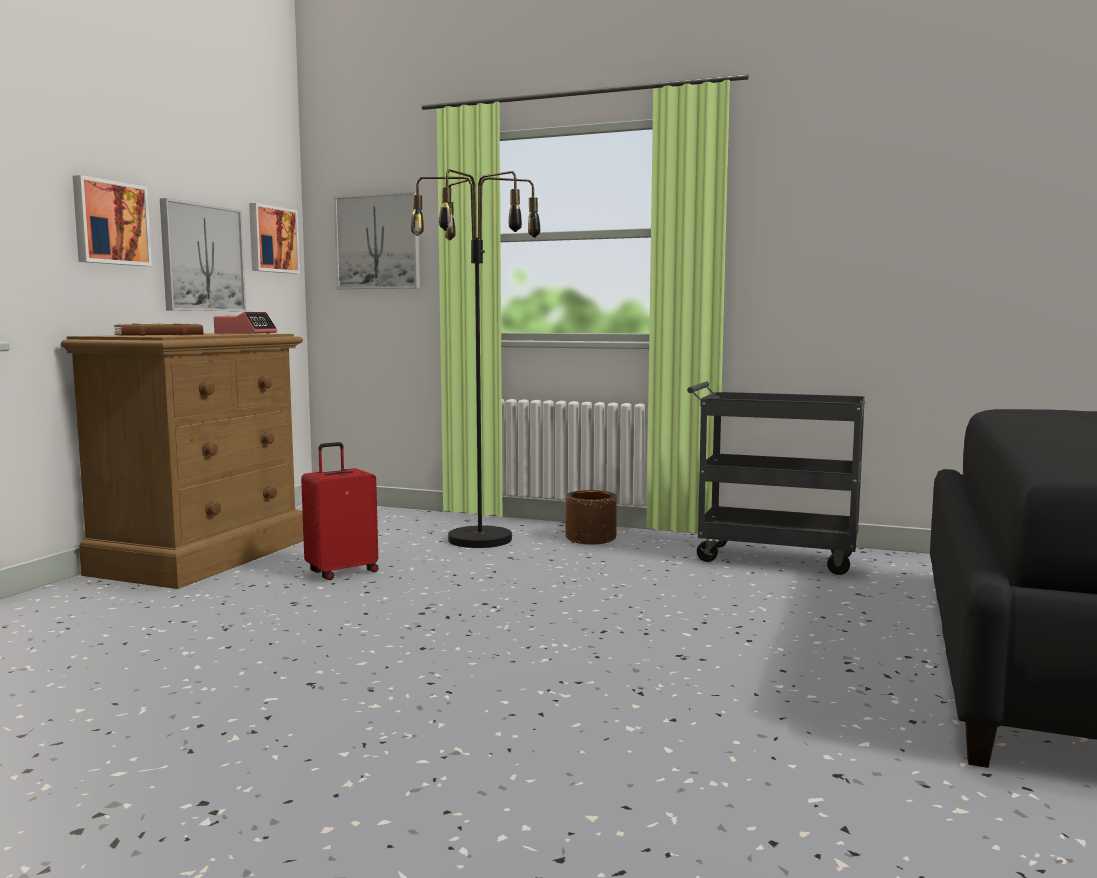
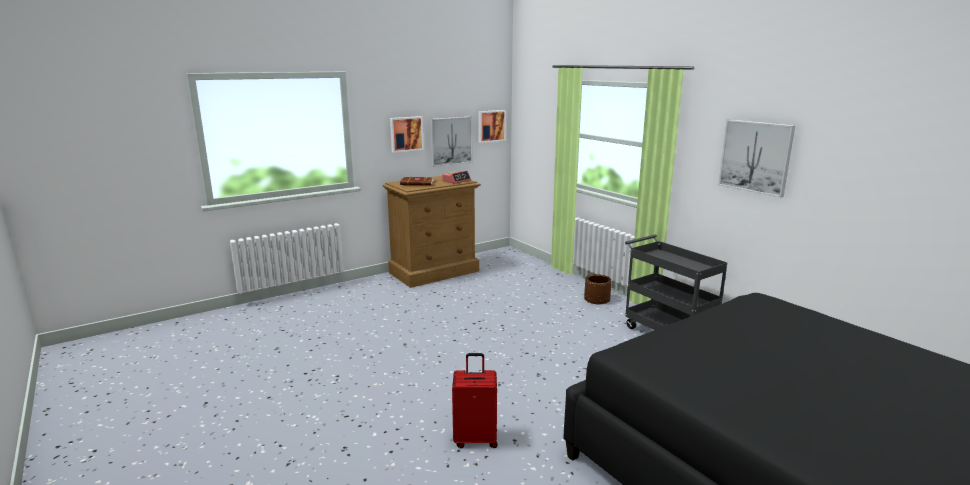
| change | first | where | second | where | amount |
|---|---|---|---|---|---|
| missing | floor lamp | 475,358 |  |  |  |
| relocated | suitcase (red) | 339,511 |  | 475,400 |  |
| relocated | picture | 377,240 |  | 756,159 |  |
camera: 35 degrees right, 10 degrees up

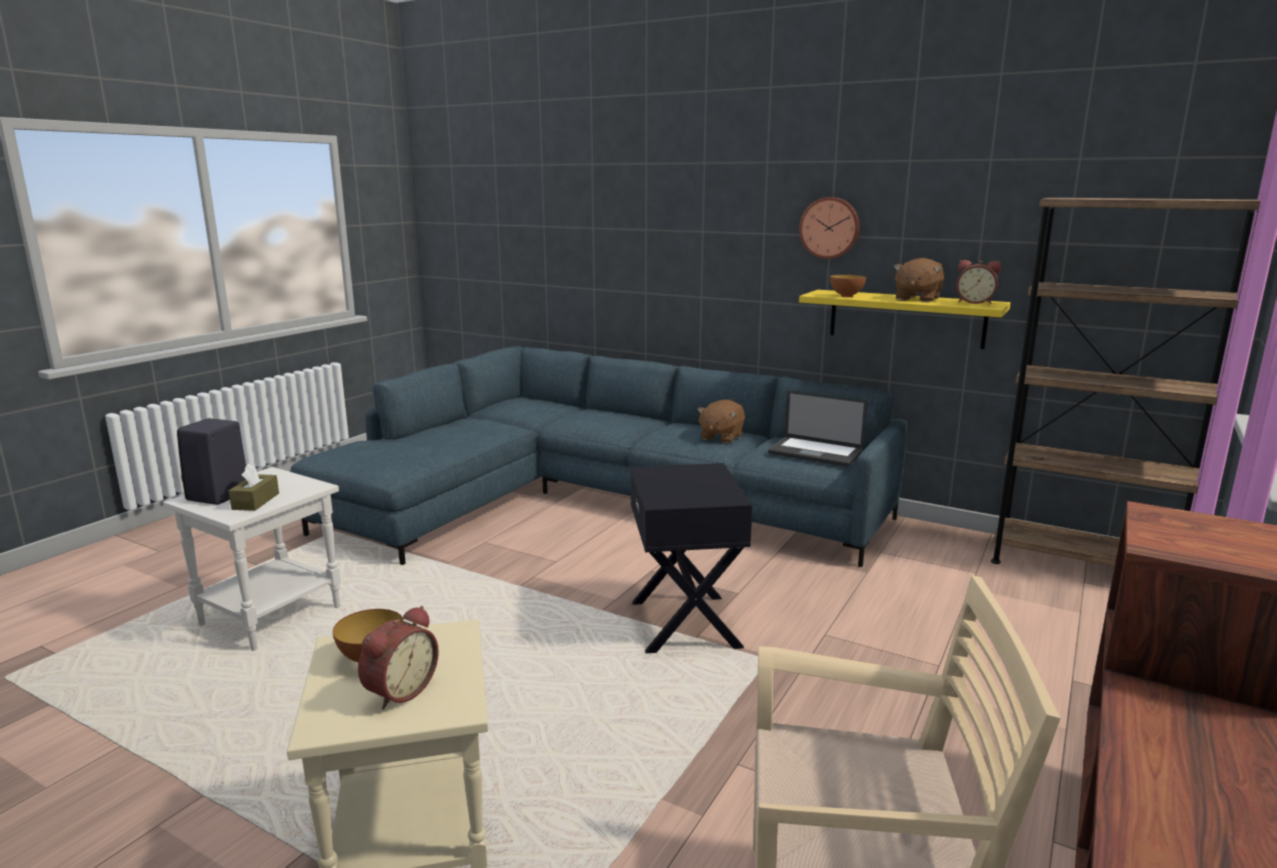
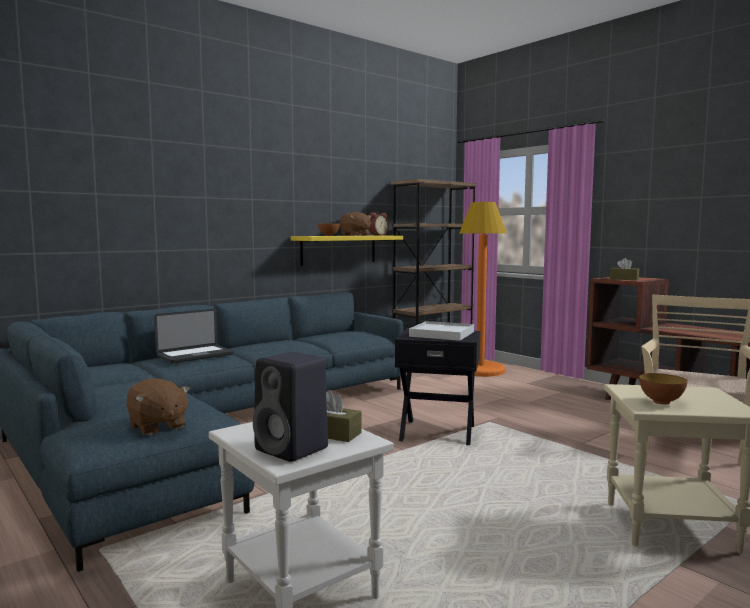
| change | first | where | second | where | amount |
|---|---|---|---|---|---|
| missing | alarm clock | 398,658 |  |  |  |
| missing | wall clock | 829,228 |  |  |  |
| appeared |  |  | tray (white) | 441,331 |  |
| appeared |  |  | floor lamp (orange) | 482,289 |  |
| appeared |  |  | tissue box (brown) | 624,269 |  |
| relocated | plush toy (brown) | 721,421 |  | 158,406 |  |
| relocated | laptop | 817,429 |  | 194,336 |  |
camera: 70 degrees left, 10 degrees down

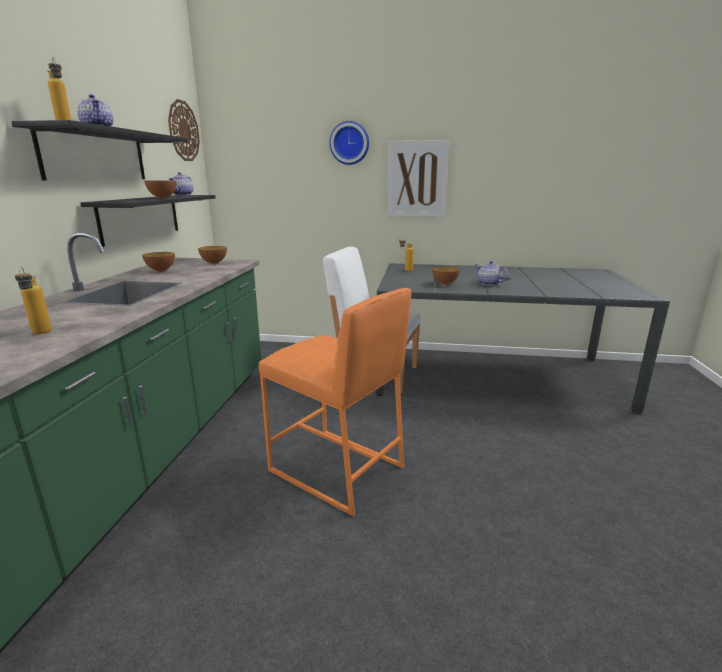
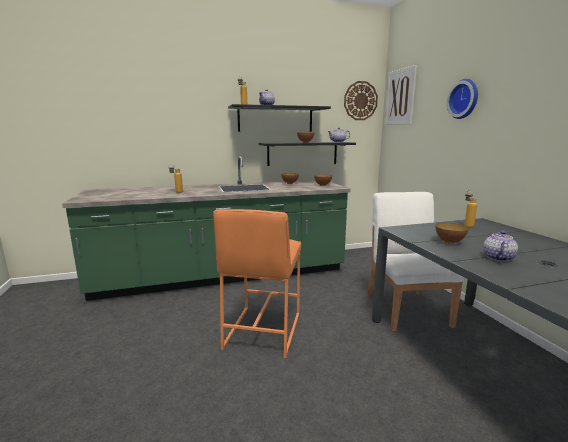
| change | first | where | second | where | amount |
|---|---|---|---|---|---|
| relocated | picture | 418,178 |  | 400,95 |  |
camera: 65 degrees right, 5 degrees down

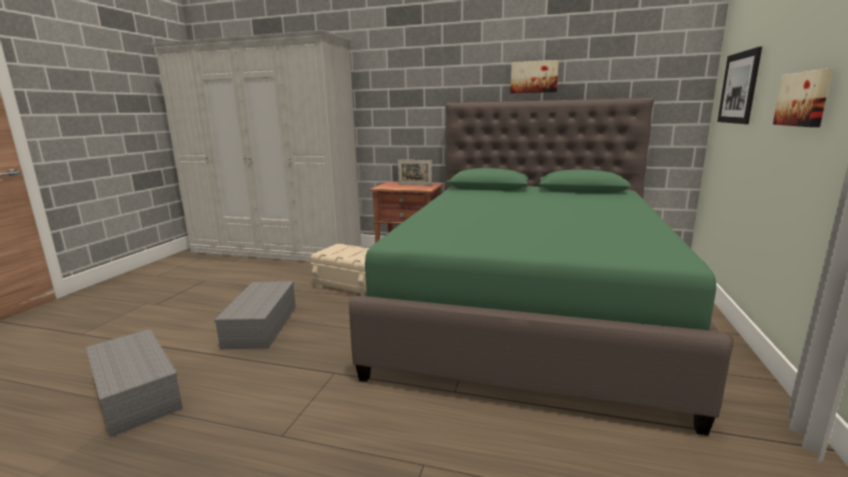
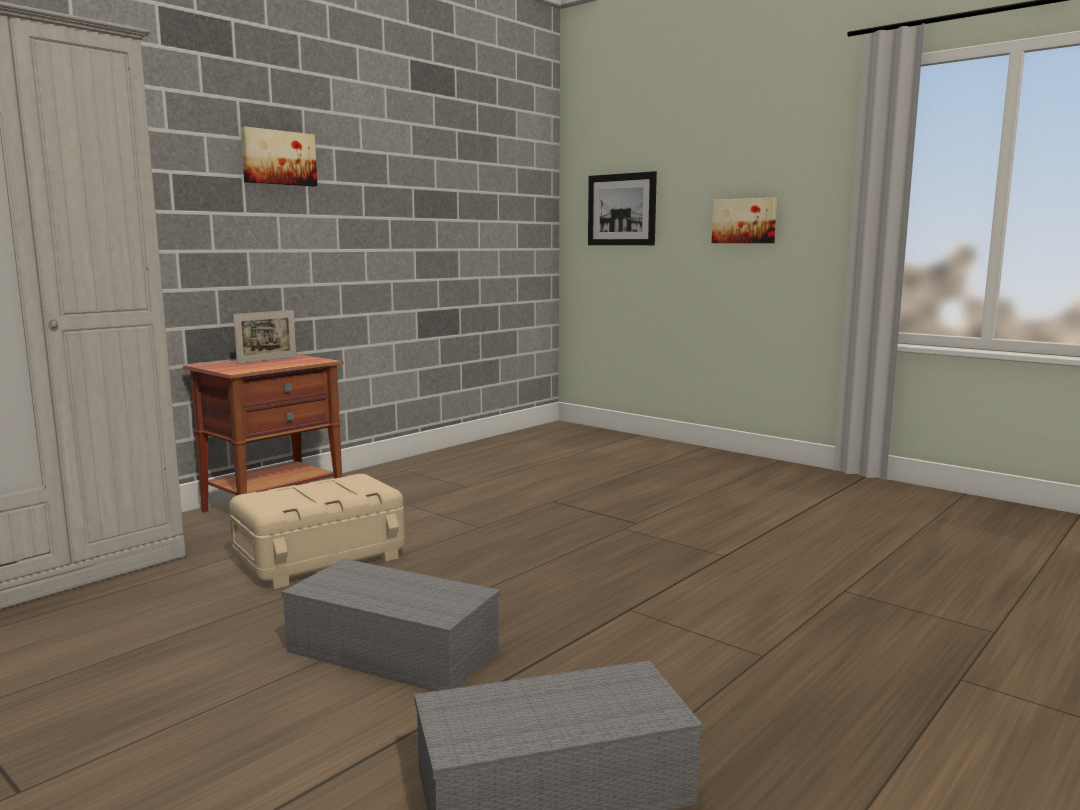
| change | first | where | second | where | amount |
|---|---|---|---|---|---|
| missing | bed (green) | 541,266 |  |  |  |
| relocated | picture | 534,77 |  | 279,156 |  |
camera: 65 degrees left, 5 degrees down

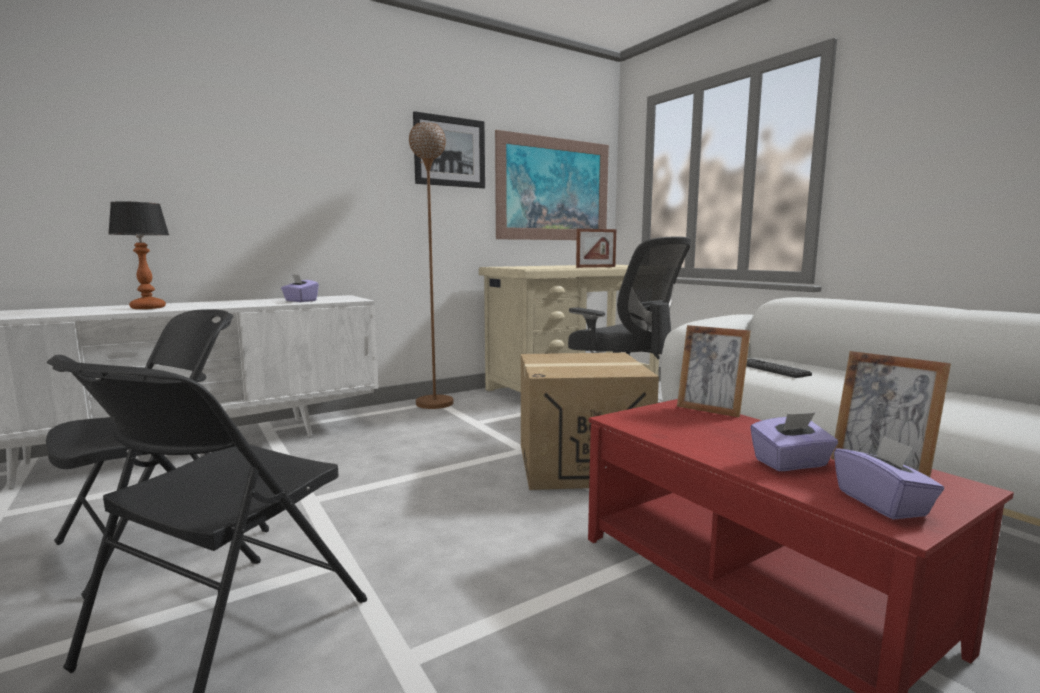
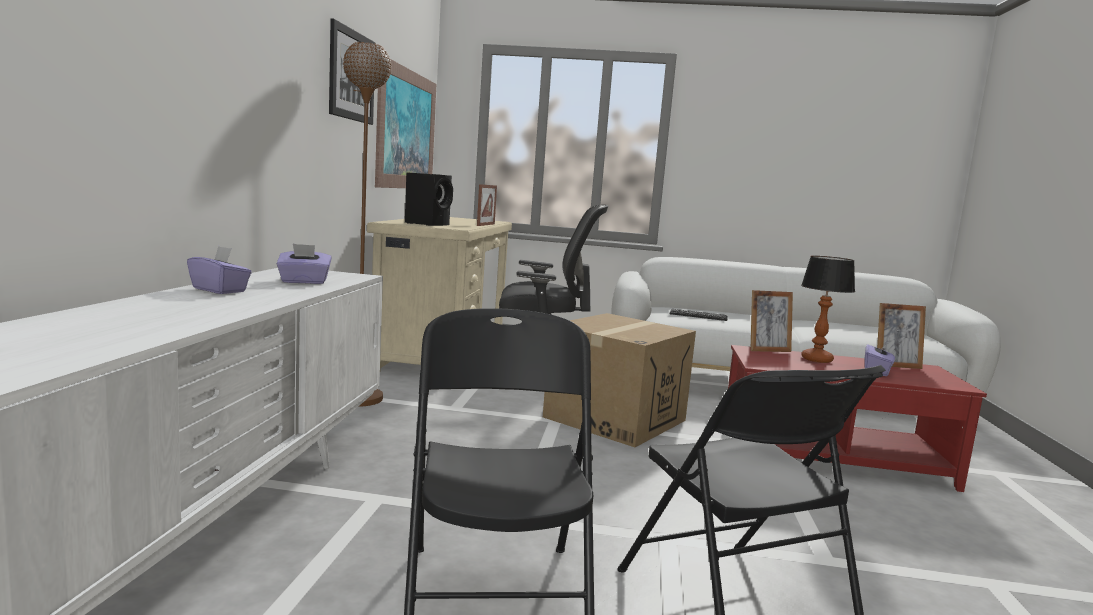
| change | first | where | second | where | amount |
|---|---|---|---|---|---|
| appeared |  |  | speaker (black) | 429,199 |  |
| relocated | table lamp | 139,255 |  | 828,309 |  |
| relocated | tissue box (purple) | 889,478 |  | 219,270 |  |
camera: 50 degrees left, 0 degrees up

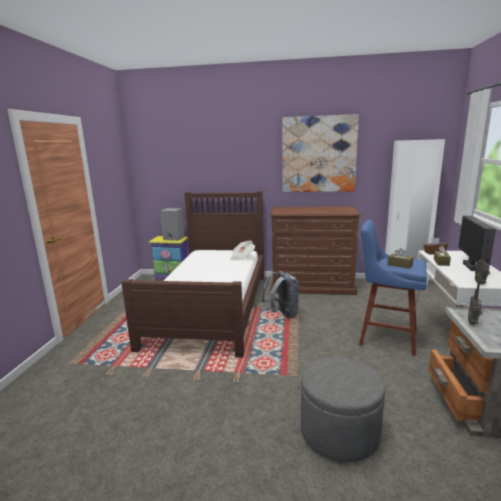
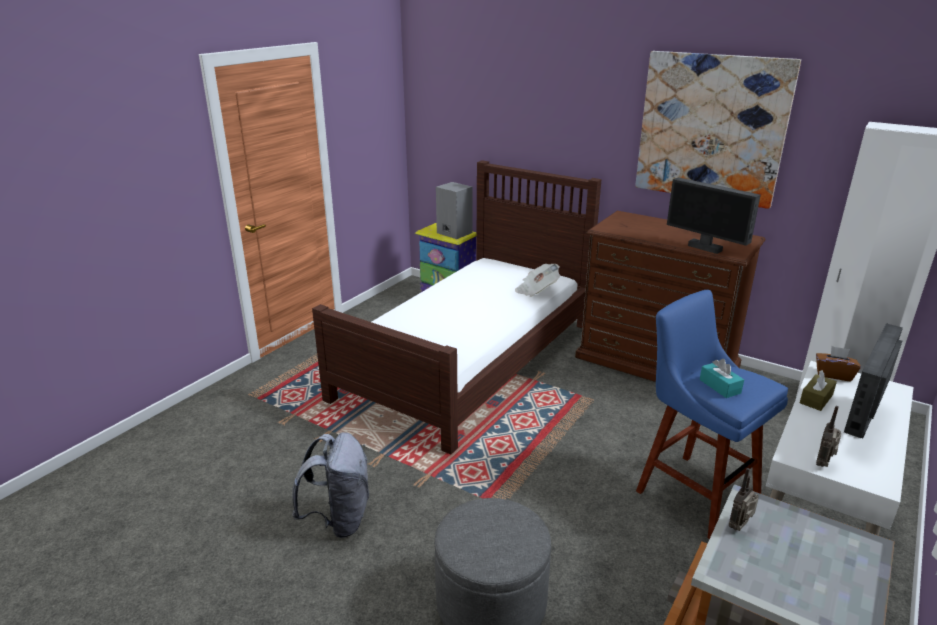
| change | first | where | second | where | amount |
|---|---|---|---|---|---|
| appeared |  |  | monitor | 714,215 |  |
| relocated | backpack (grey) | 280,294 |  | 330,485 |  |
| colour | tissue box (brown) | 400,258 | tissue box (turquoise) | 722,378 |  |
camera: 25 degrees right, 10 degrees up

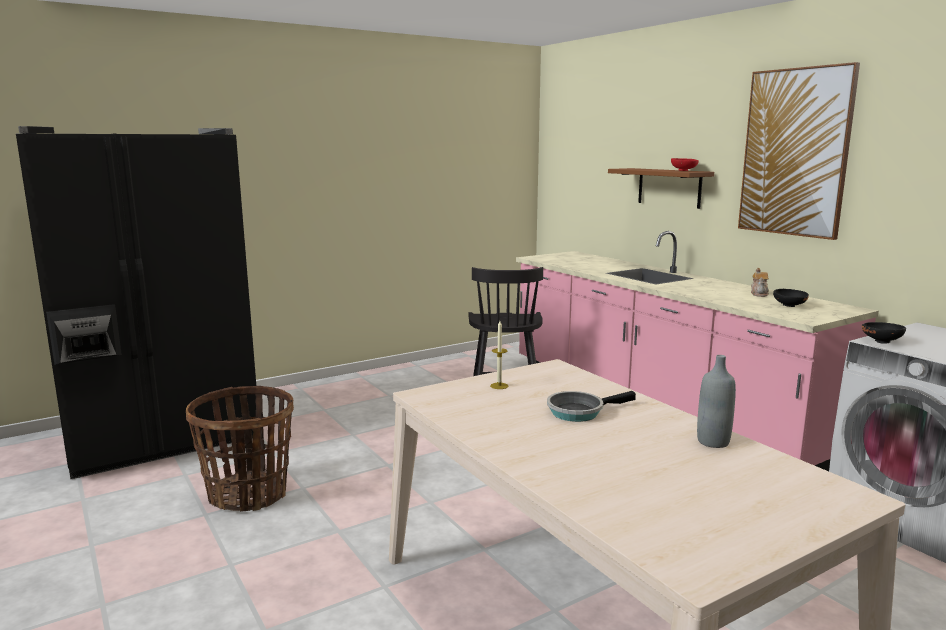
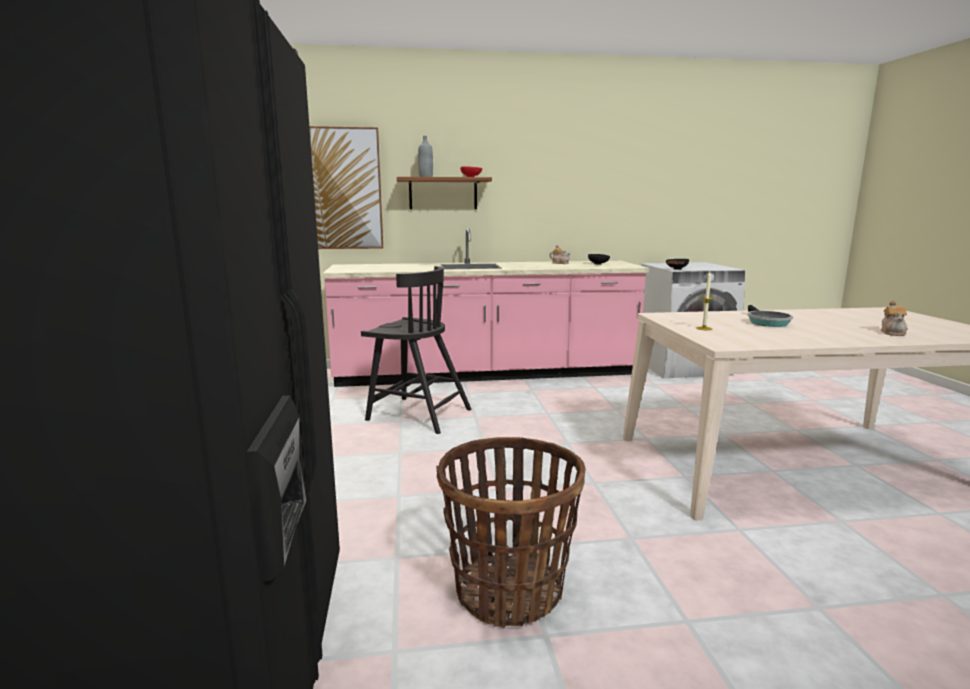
| change | first | where | second | where | amount |
|---|---|---|---|---|---|
| appeared |  |  | teapot | 894,318 |  |
| relocated | bottle (grey) | 716,401 |  | 425,156 |  |
| relocated | picture | 799,151 |  | 346,187 |  |
camera: 65 degrees left, 0 degrees up

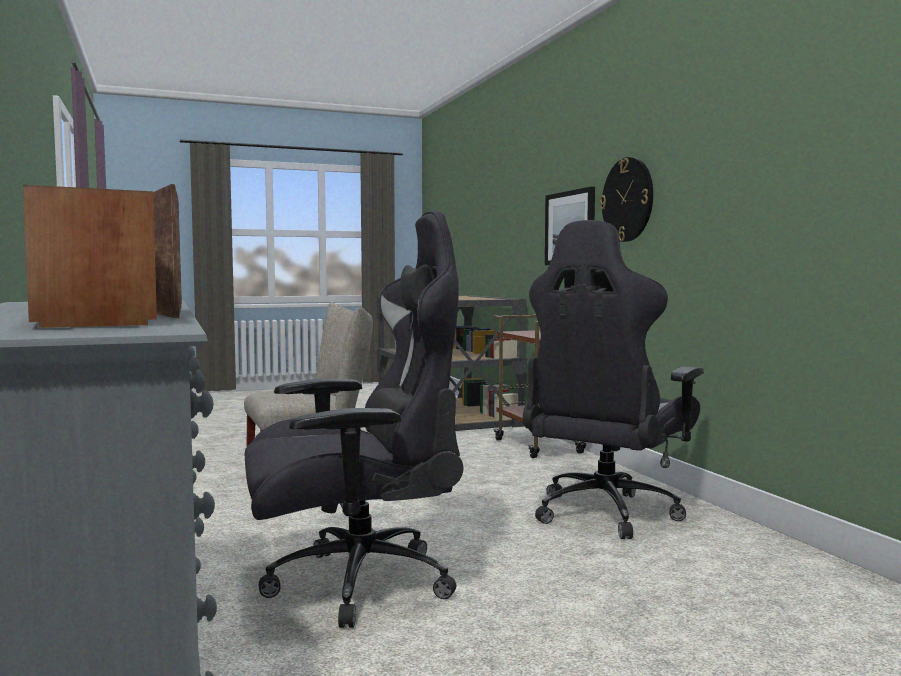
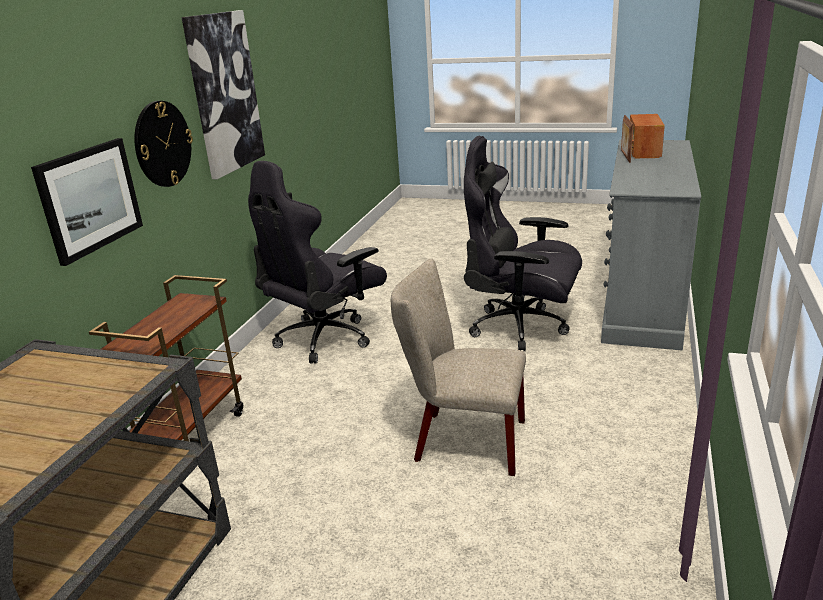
| change | first | where | second | where | amount |
|---|---|---|---|---|---|
| appeared |  |  | picture | 223,94 |  |
| spun | office chair (black) | 613,379 |  | 317,262 | 150 degrees clockwise |
camera: 140 degrees left, 20 degrees up

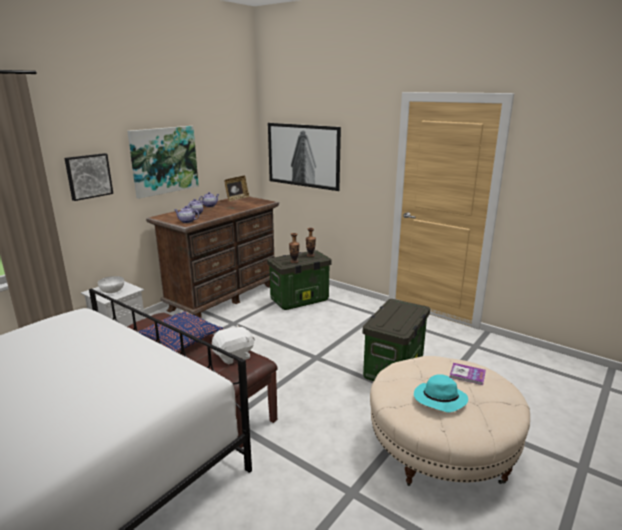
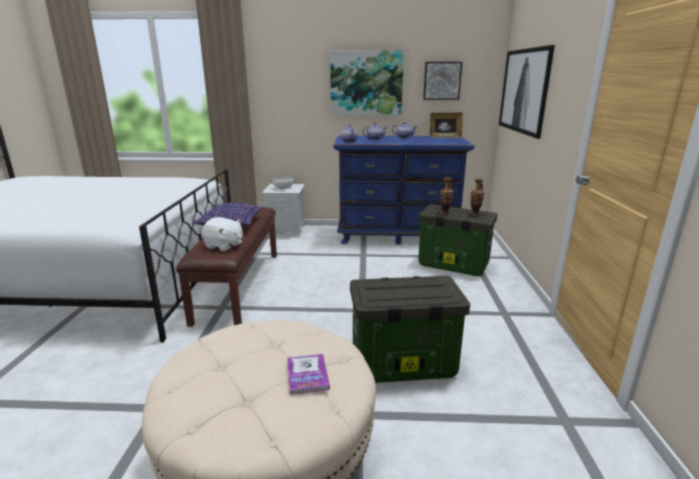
| change | first | where | second | where | amount |
|---|---|---|---|---|---|
| missing | hat (turquoise) | 441,393 |  |  |  |
| relocated | picture | 88,177 |  | 442,81 |  |
| colour | dresser (brown) | 212,257 | dresser (blue) | 404,190 |  |
camera: 55 degrees right, 0 degrees up

